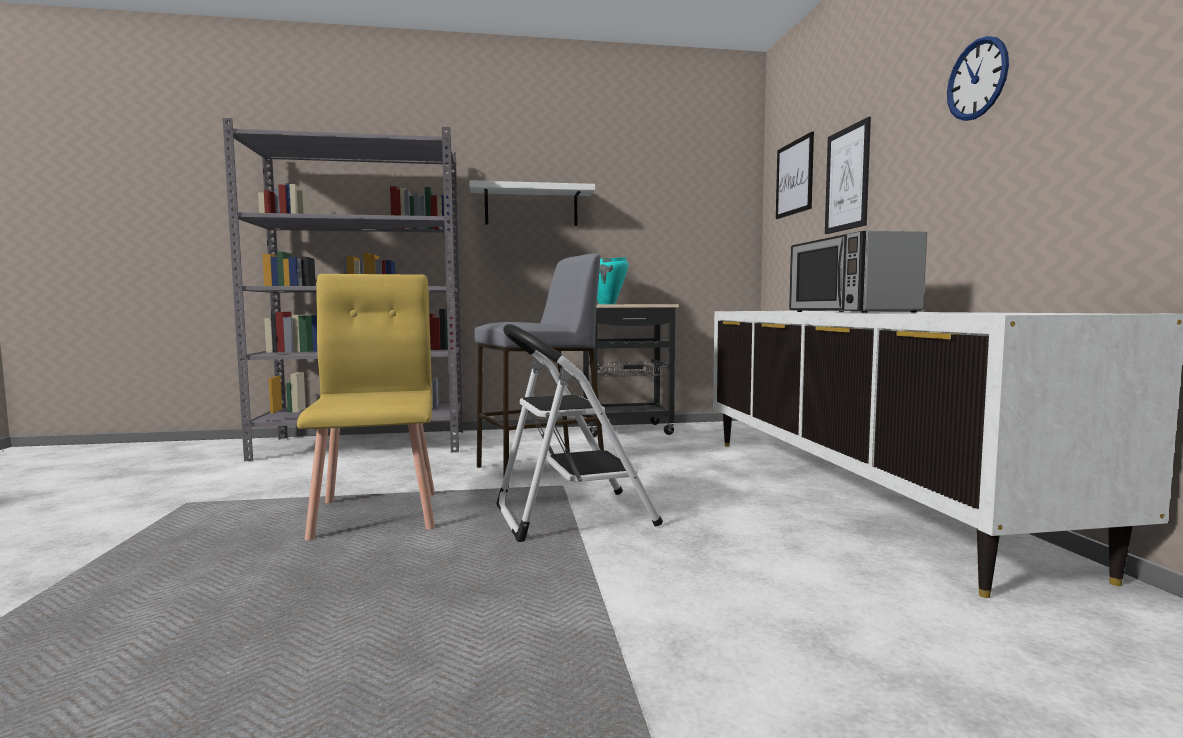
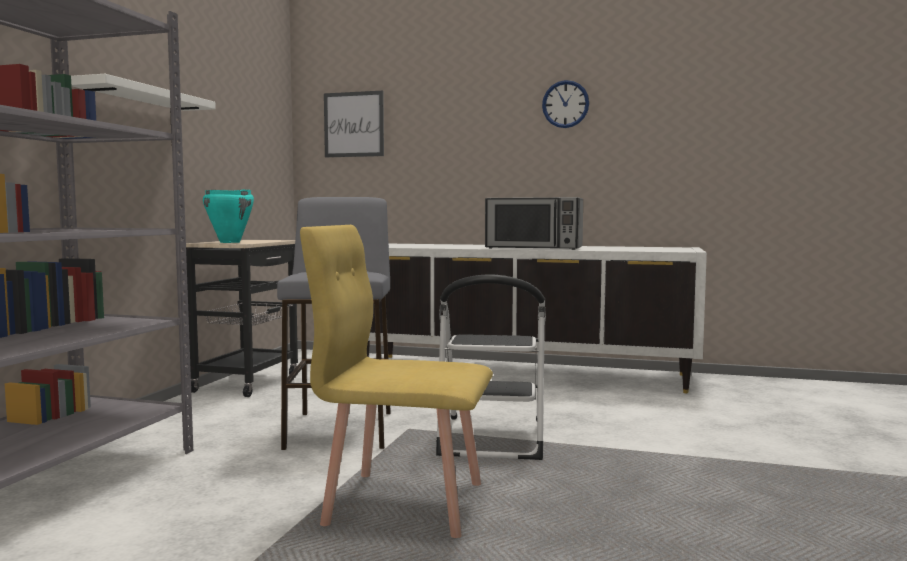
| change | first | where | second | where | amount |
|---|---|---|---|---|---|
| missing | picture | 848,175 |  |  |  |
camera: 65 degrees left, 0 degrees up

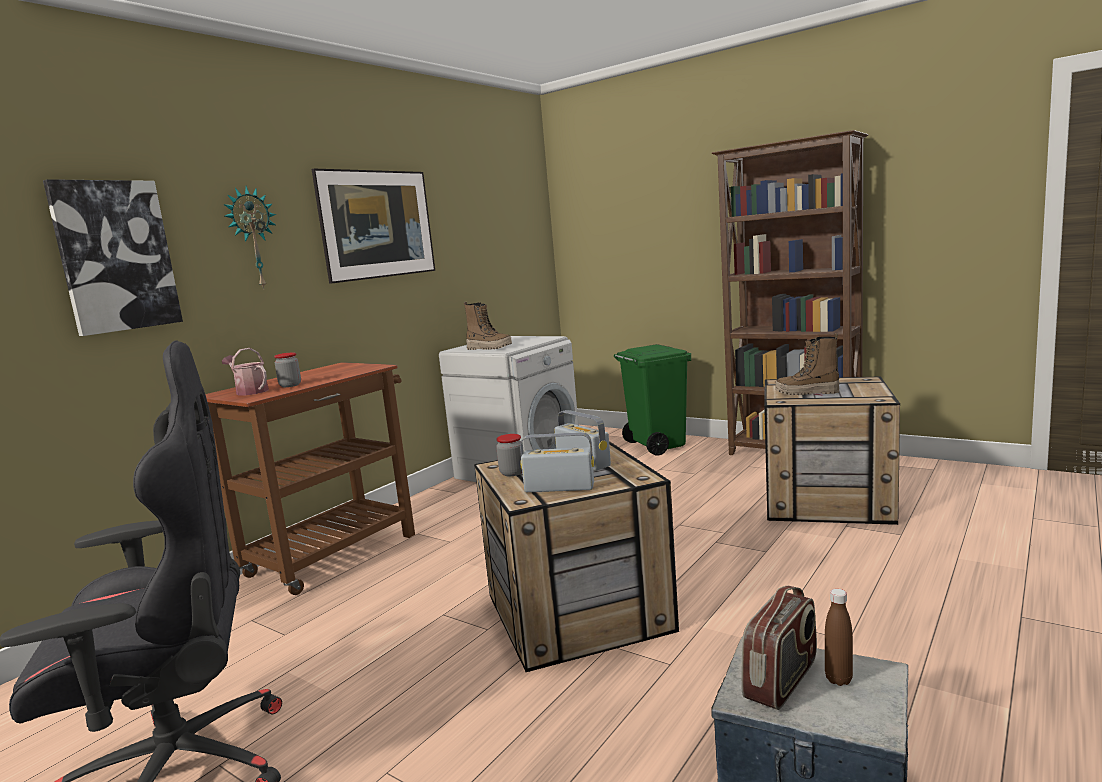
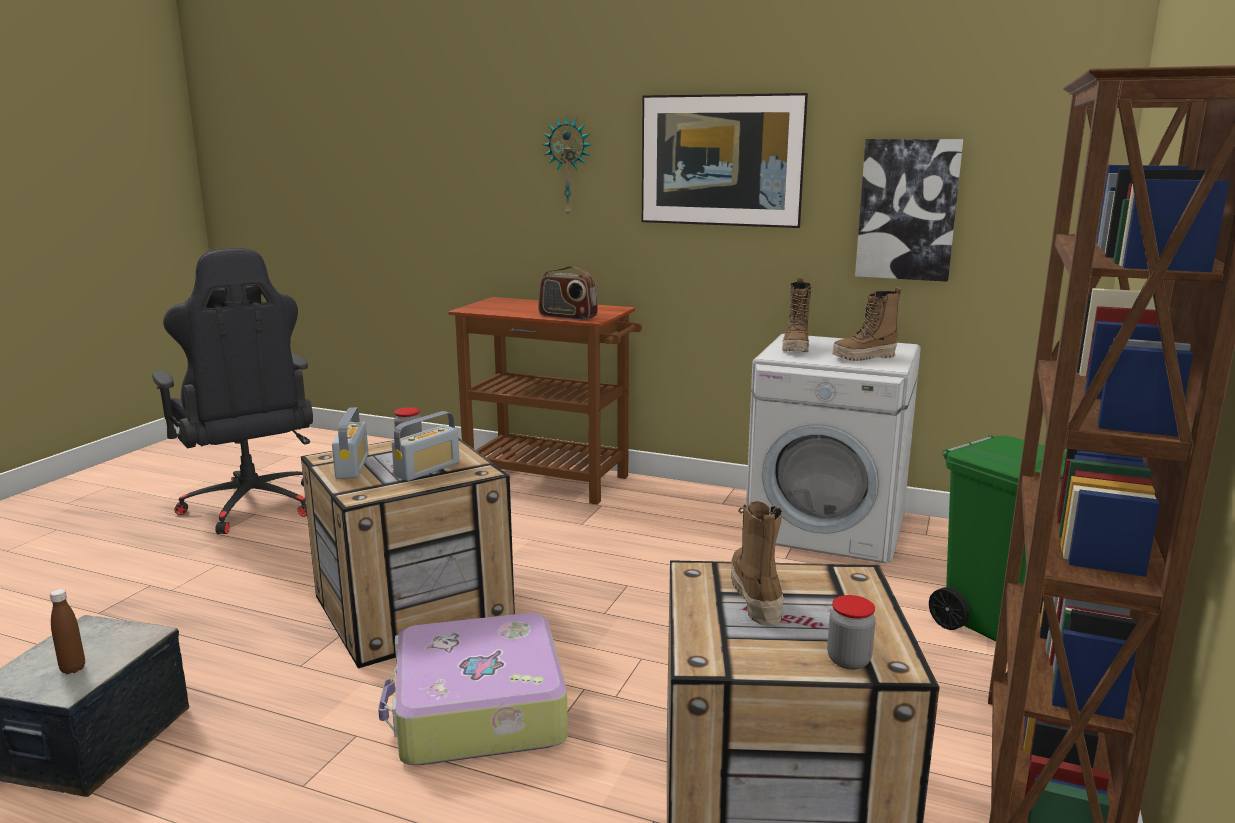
| change | first | where | second | where | amount |
|---|---|---|---|---|---|
| missing | watering can | 245,372 |  |  |  |
| appeared |  |  | suitcase | 473,689 |  |
| appeared |  |  | boot | 867,324 |  |
| relocated | picture | 113,257 |  | 909,210 |  |
| relocated | jar | 287,370 |  | 851,632 |  |
| relocated | radio | 779,648 |  | 568,293 |  |
camera: 75 degrees right, 5 degrees up

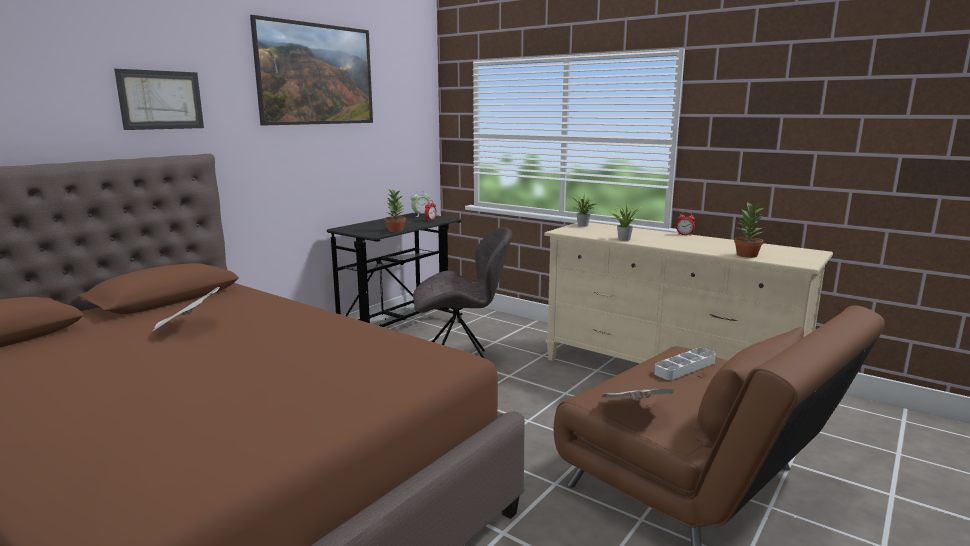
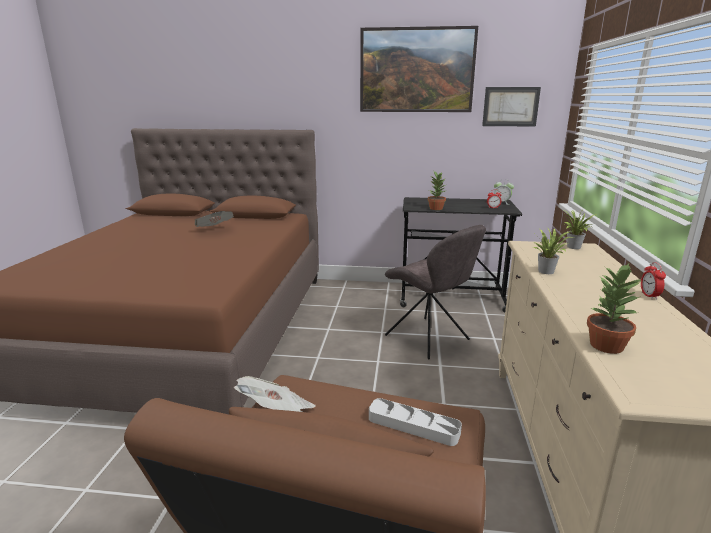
| change | first | where | second | where | amount |
|---|---|---|---|---|---|
| relocated | picture | 159,99 |  | 511,106 |  |
camera: 60 degrees right, 5 degrees up

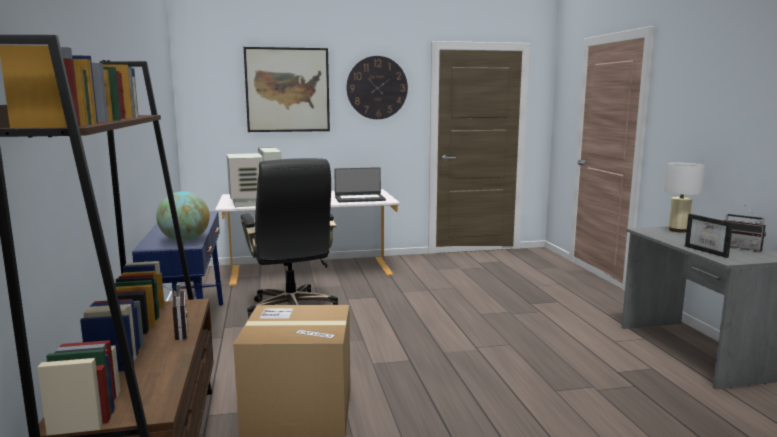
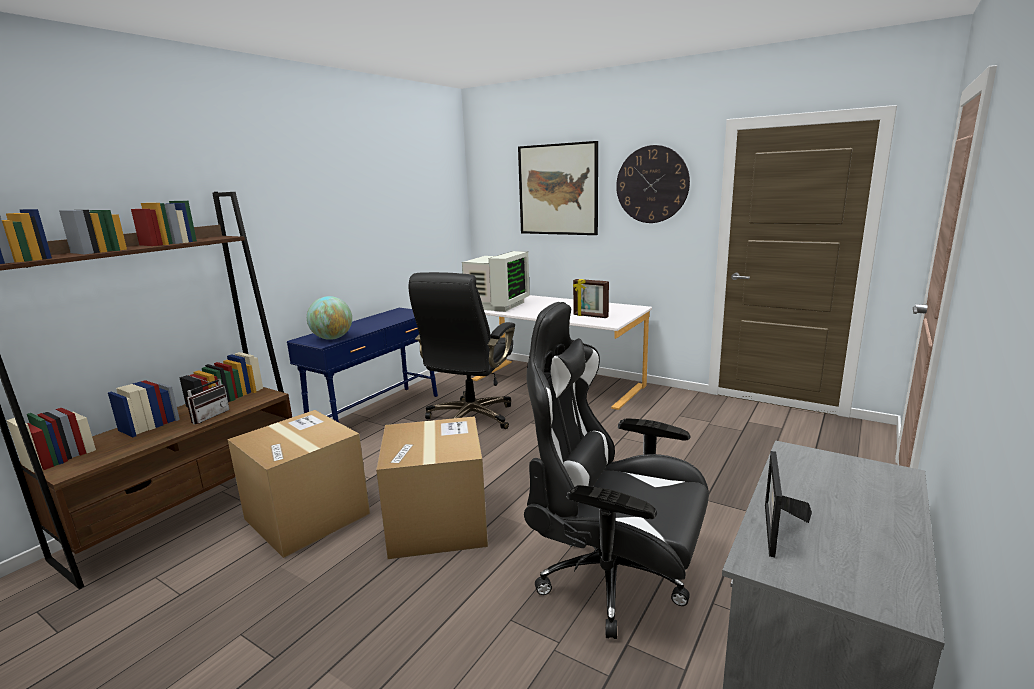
| change | first | where | second | where | amount |
|---|---|---|---|---|---|
| missing | table lamp (white) | 684,197 |  |  |  |
| missing | radio | 744,228 |  |  |  |
| appeared |  |  | cardboard box | 432,487 |  |
| appeared |  |  | office chair (black) | 616,470 |  |
| exchanged | laptop | 360,184 | picture frame | 591,298 |  |
camera: 45 degrees right, 5 degrees up

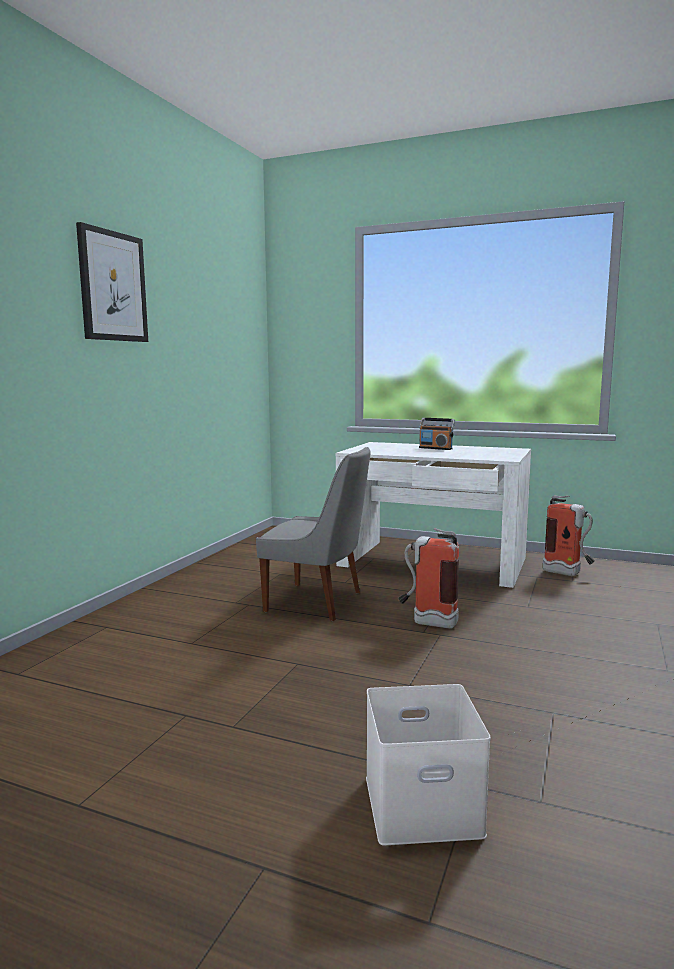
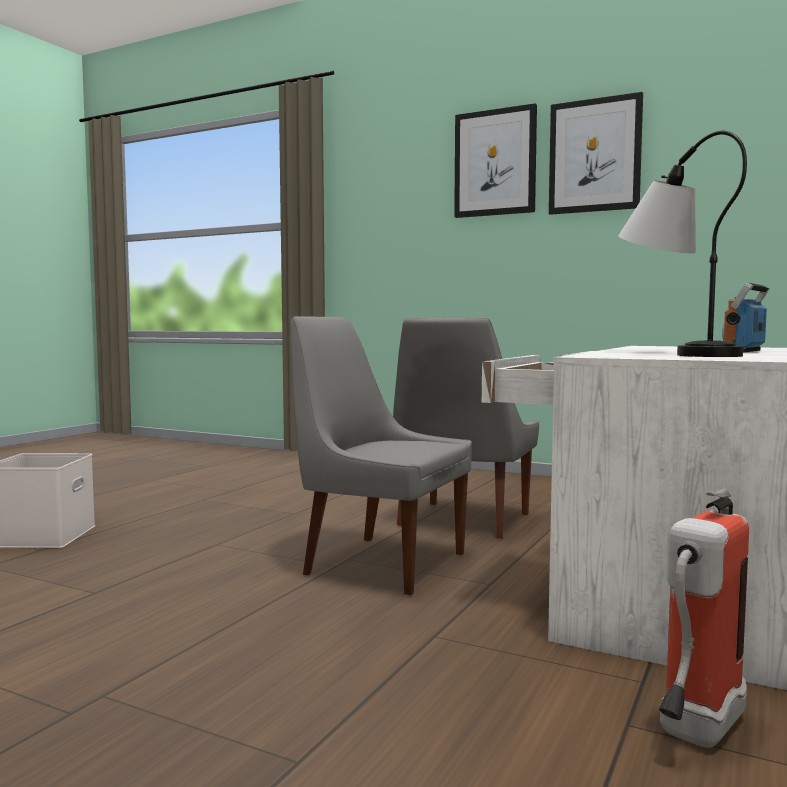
| change | first | where | second | where | amount |
|---|---|---|---|---|---|
| appeared |  |  | picture | 596,153 |  |
| appeared |  |  | table lamp | 682,244 |  |
| exchanged | fire extinguisher | 428,578 | chair (grey) | 381,455 |  |
camera: 95 degrees right, 5 degrees down

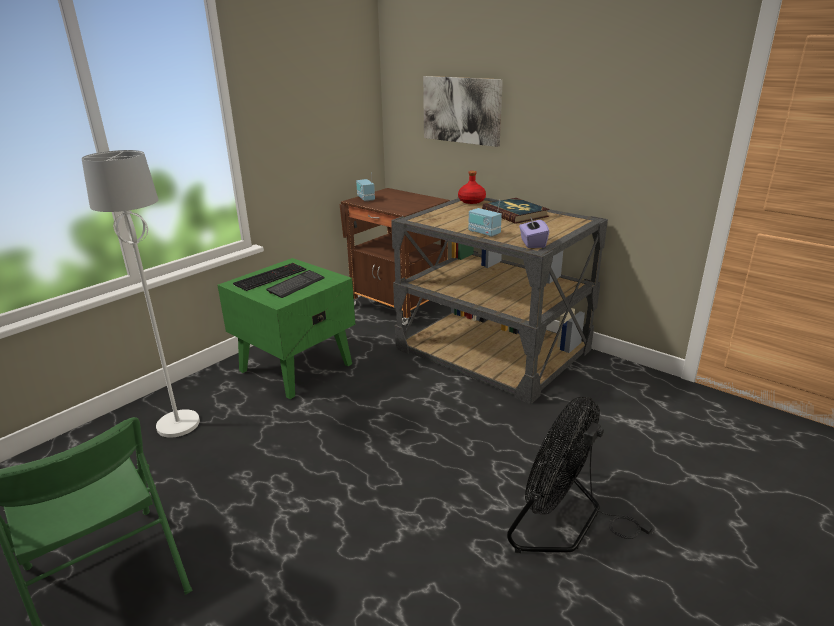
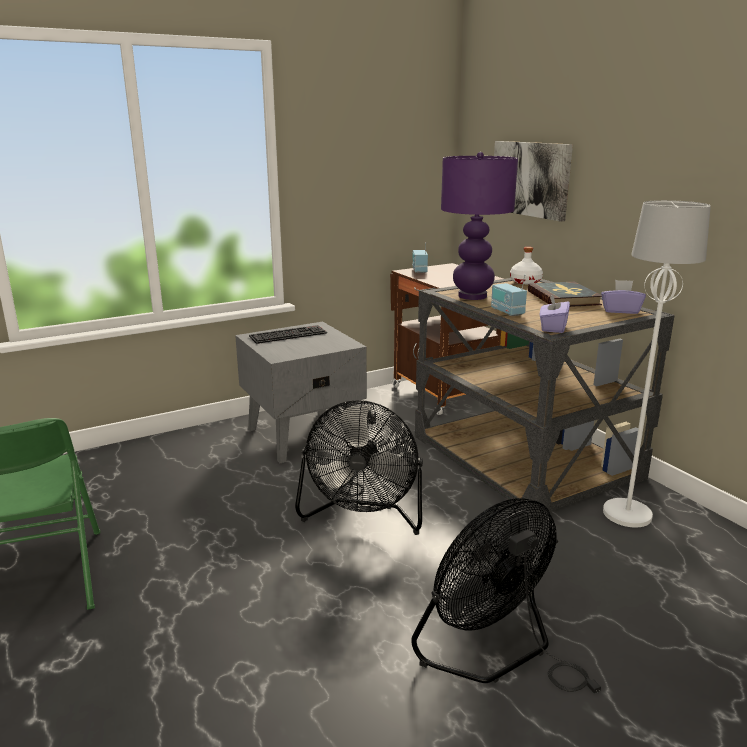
| change | first | where | second | where | amount |
|---|---|---|---|---|---|
| missing | keyboard | 295,284 |  |  |  |
| appeared |  |  | fan (black) | 359,467 |  |
| appeared |  |  | table lamp (purple) | 479,226 |  |
| appeared |  |  | tissue box (purple) | 623,297 |  |
| relocated | floor lamp (white) | 140,294 |  | 657,363 |  |
| colour | nightstand (green) | 286,328 | nightstand (grey) | 301,392 |  |
| colour | bottle (red) | 472,187 | bottle (white) | 526,265 |  |
camera: 20 degrees right, 5 degrees down

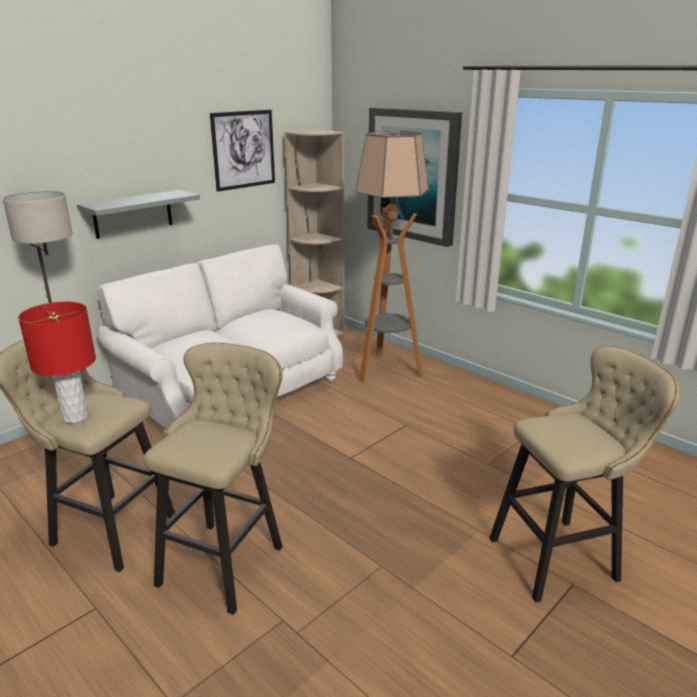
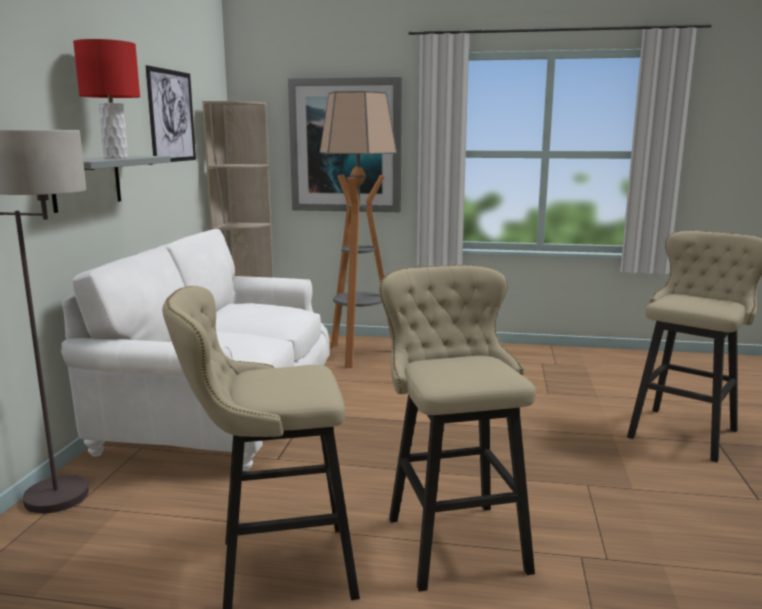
| change | first | where | second | where | amount |
|---|---|---|---|---|---|
| relocated | table lamp (red) | 57,362 |  | 106,98 |  |
camera: 35 degrees left, 10 degrees down

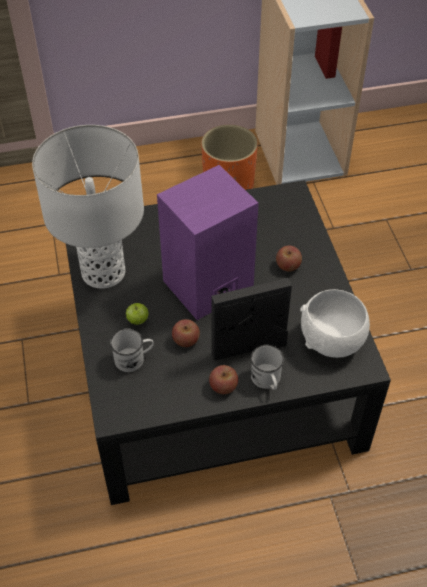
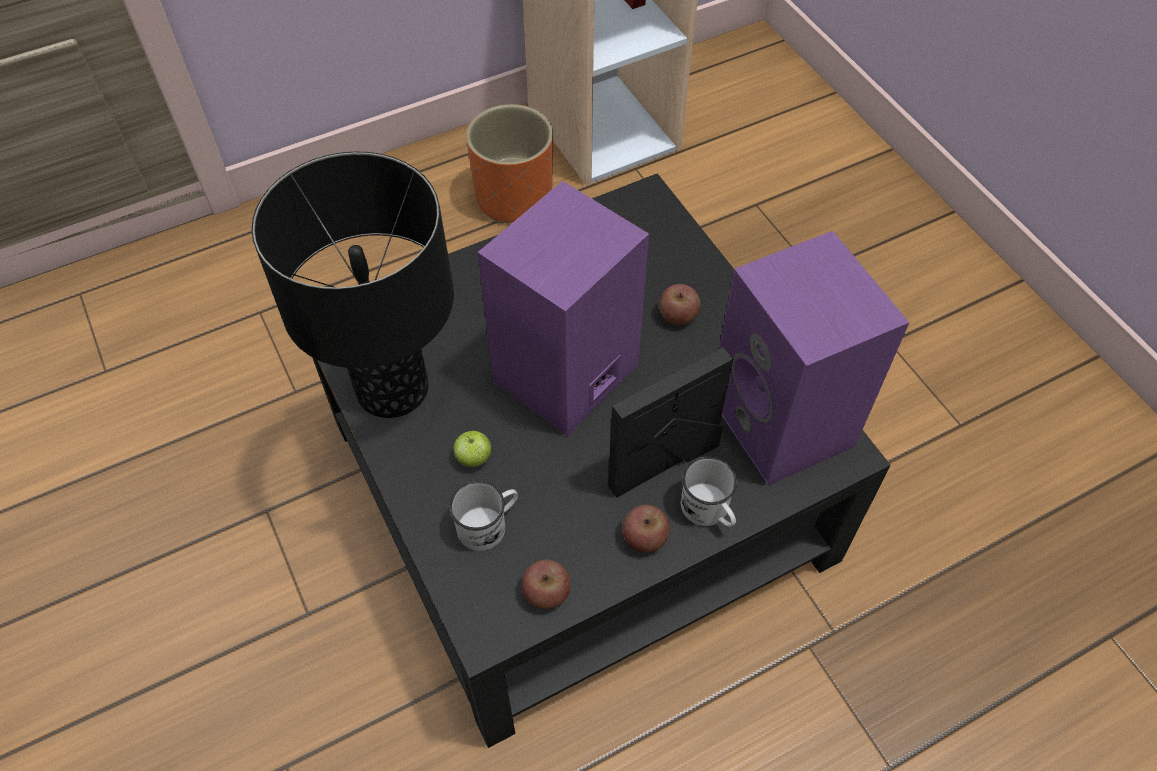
| change | first | where | second | where | amount |
|---|---|---|---|---|---|
| relocated | apple | 186,333 |  | 546,584 |  |
| exchanged | bowl (white) | 335,323 | speaker (purple) | 814,358 |  |
| colour | table lamp (white) | 88,206 | table lamp (black) | 353,284 |  |
camera: 15 degrees left, 5 degrees up

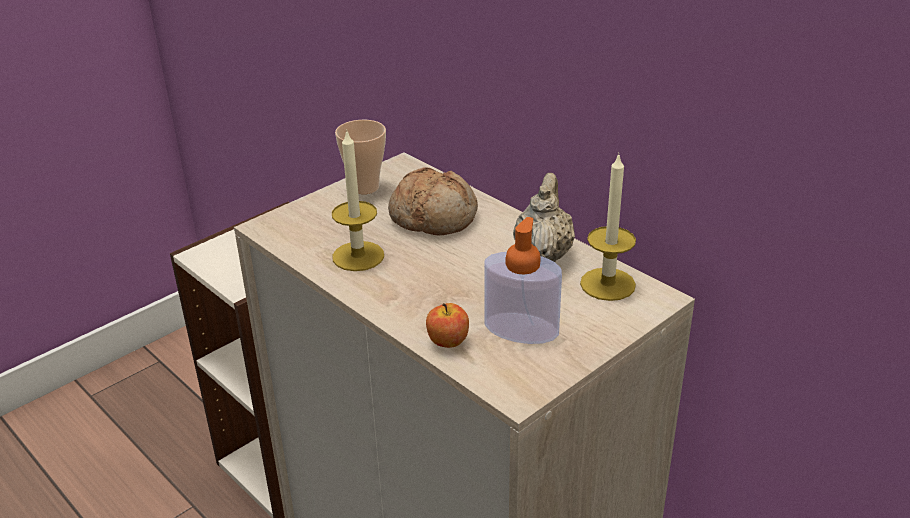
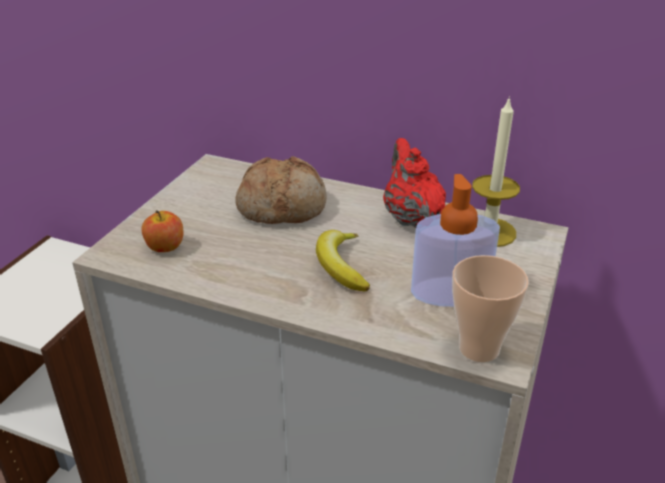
| change | first | where | second | where | amount |
|---|---|---|---|---|---|
| missing | candle | 358,200 |  |  |  |
| appeared |  |  | banana | 343,260 |  |
| relocated | cup | 360,157 |  | 490,308 |  |
| relocated | apple | 447,325 |  | 162,231 |  |
| colour | teapot (beige) | 544,217 | teapot (red) | 414,183 |  |
camera: 25 degrees left, 0 degrees up

